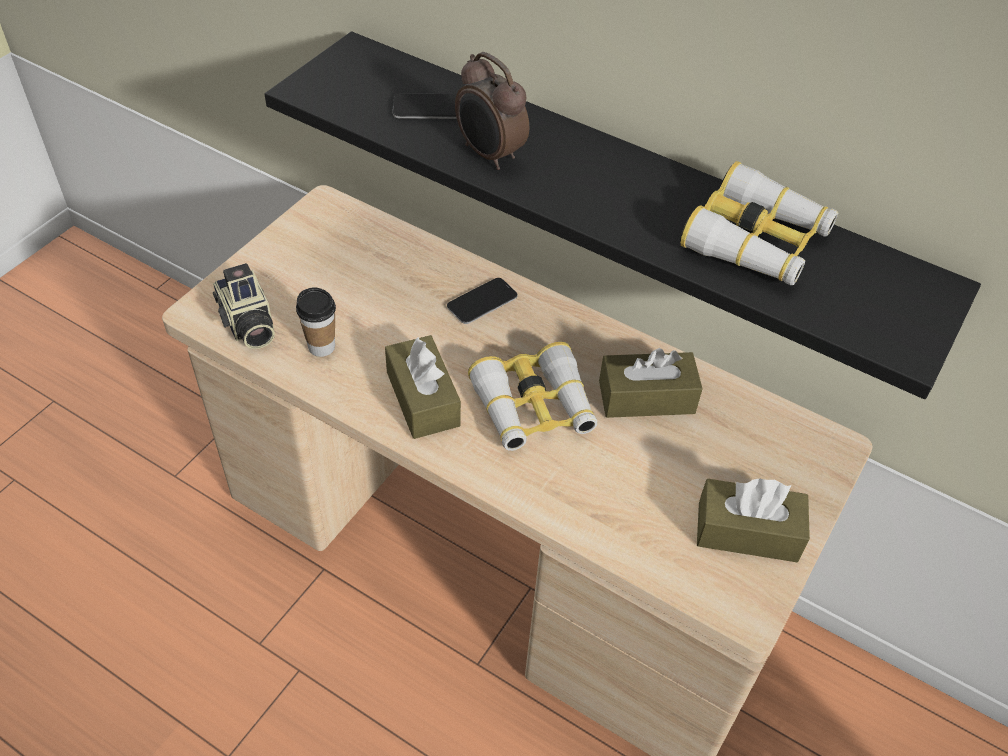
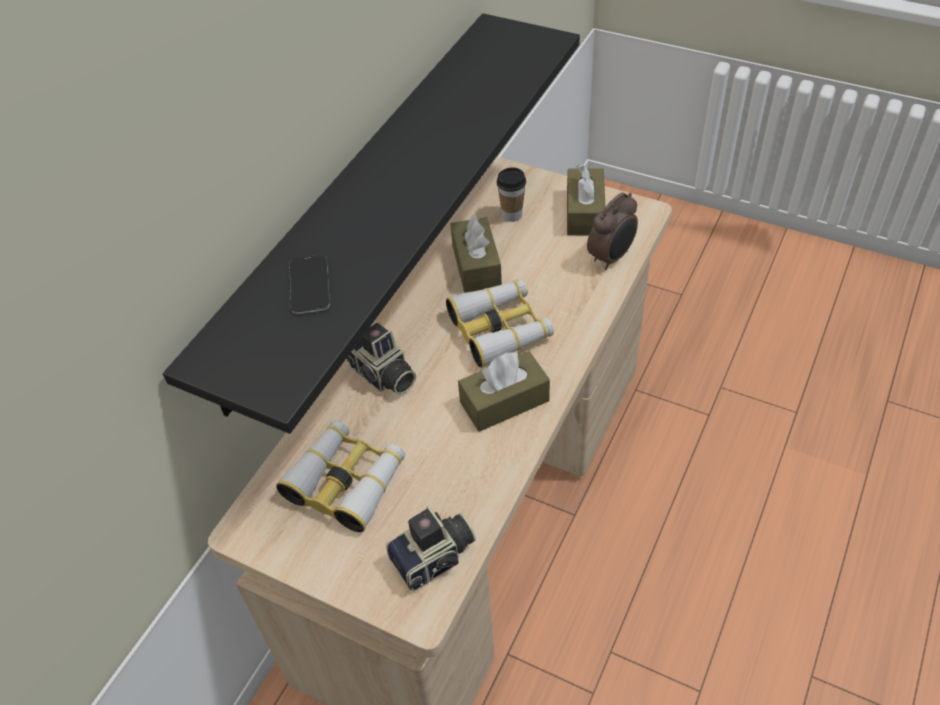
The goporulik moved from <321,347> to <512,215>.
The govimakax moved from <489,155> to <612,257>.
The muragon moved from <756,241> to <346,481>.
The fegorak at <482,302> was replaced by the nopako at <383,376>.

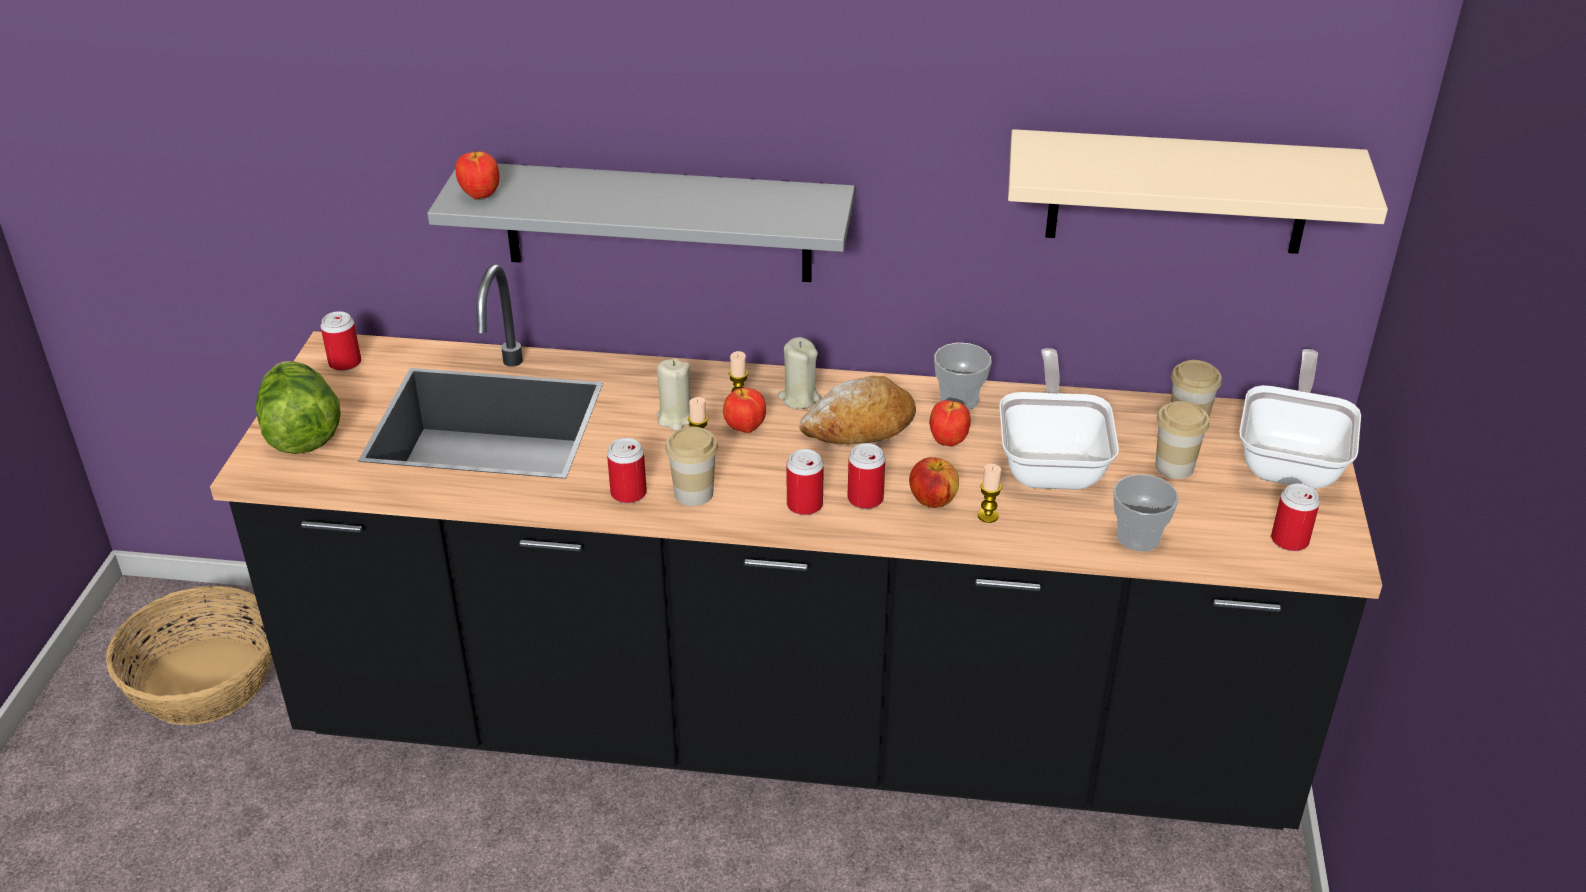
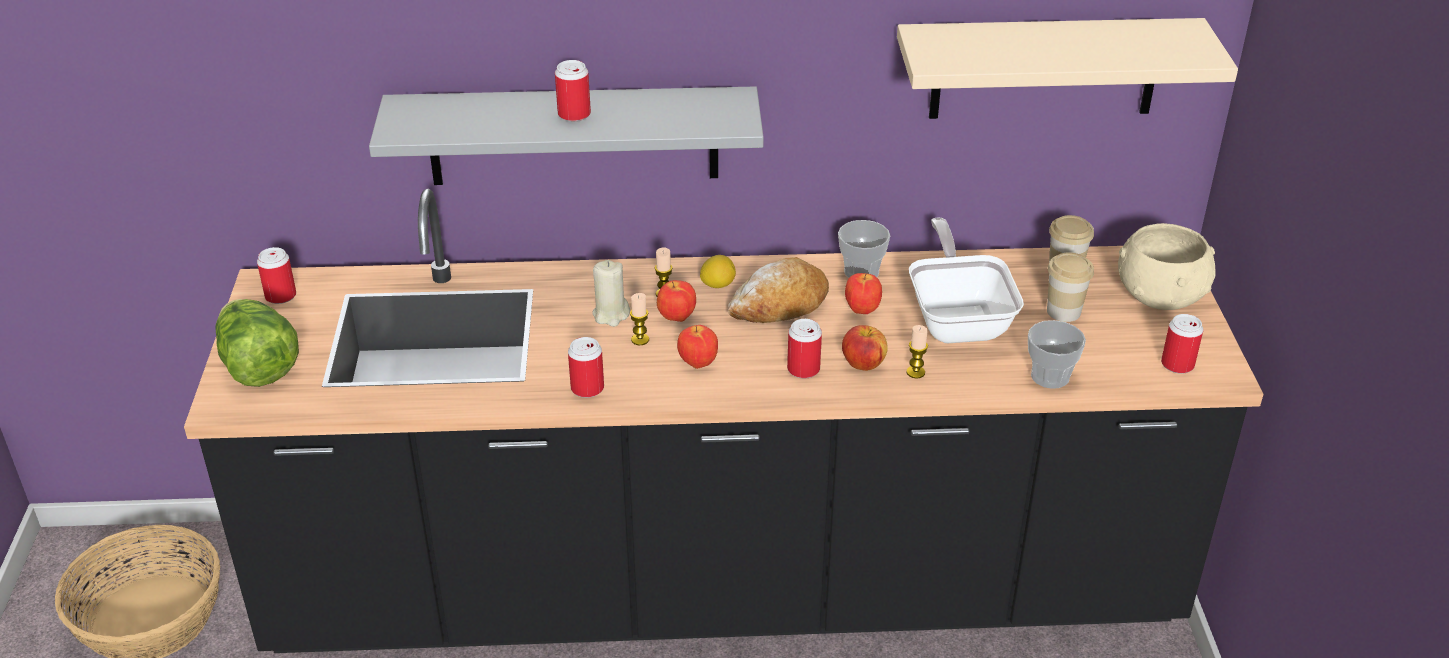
The goporulik at <694,493> disappeared.
The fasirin moved from <479,196> to <697,363>.
The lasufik moved from <804,505> to <574,114>.
The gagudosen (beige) at <799,398> was replaced by the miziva at <718,285>.
The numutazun at <1292,460> was replaced by the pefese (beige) at <1161,295>.

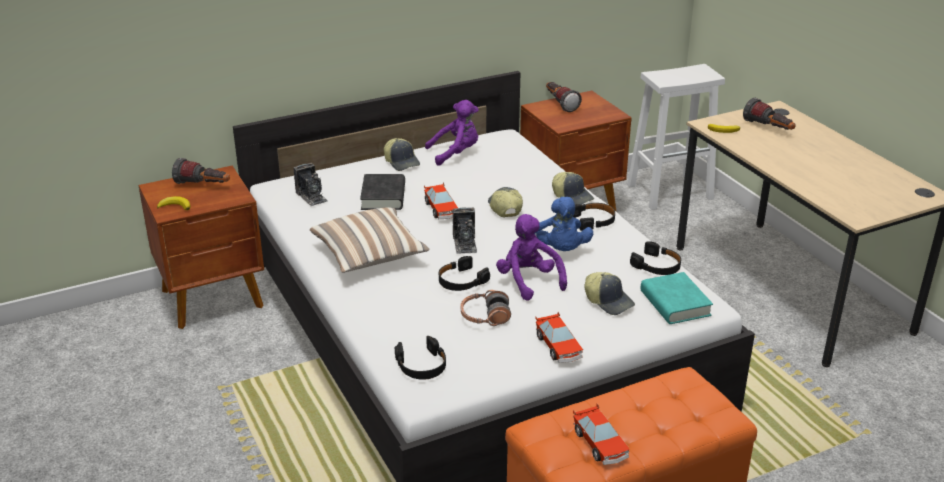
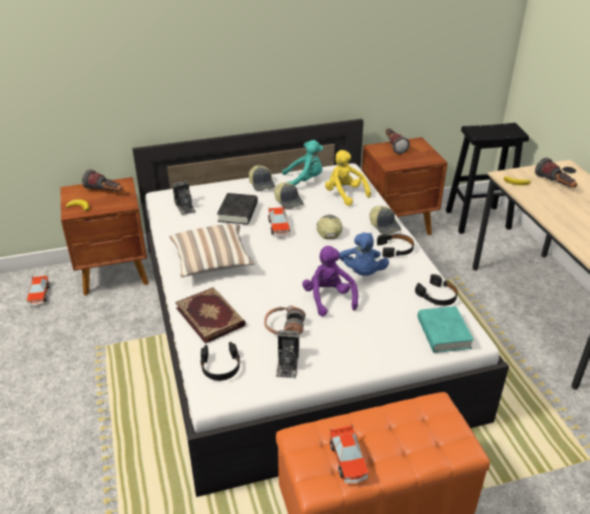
The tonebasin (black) at <461,281> disappeared.
The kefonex at <211,316> appeared.
The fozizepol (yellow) at <344,194> appeared.
The nopako moved from <465,243> to <287,364>.
The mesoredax moved from <558,347> to <39,295>.
The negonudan moved from <609,301> to <289,201>.
The fozizepol (purple) at <456,153> became the fozizepol (turquoise) at <305,180>.
The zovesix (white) at <671,191> became the zovesix (black) at <478,219>.

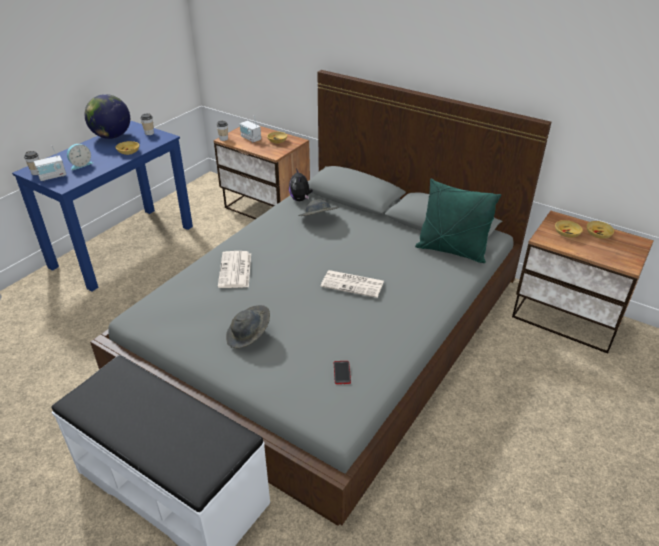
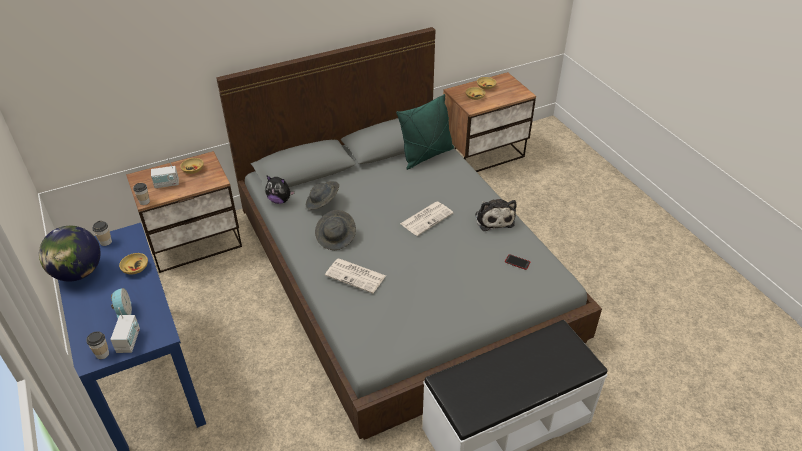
The fozizepol at <494,218> appeared.
The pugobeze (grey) moved from <249,336> to <336,237>.

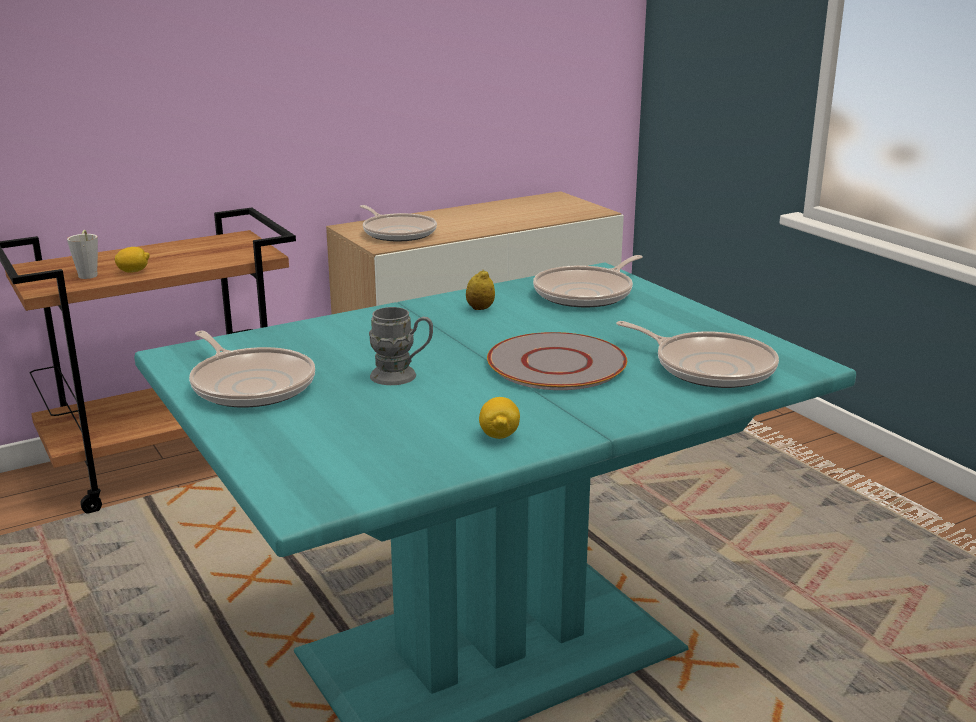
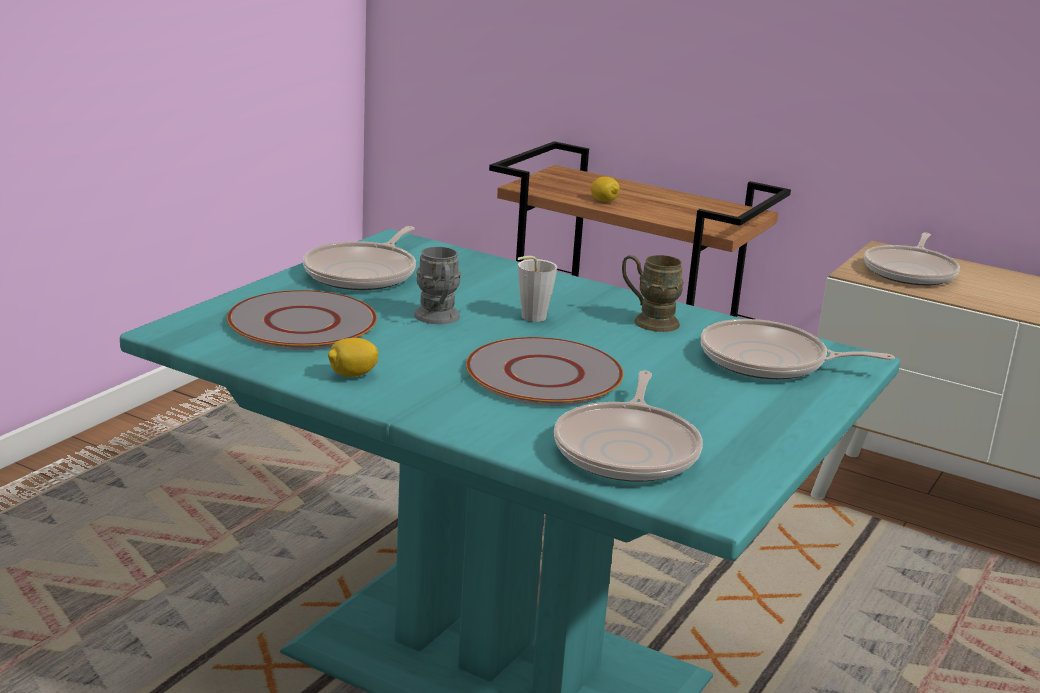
The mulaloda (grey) at <301,323> appeared.
The goporulik (grey) moved from <87,277> to <529,318>.
The miziva at <480,308> was replaced by the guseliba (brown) at <648,321>.

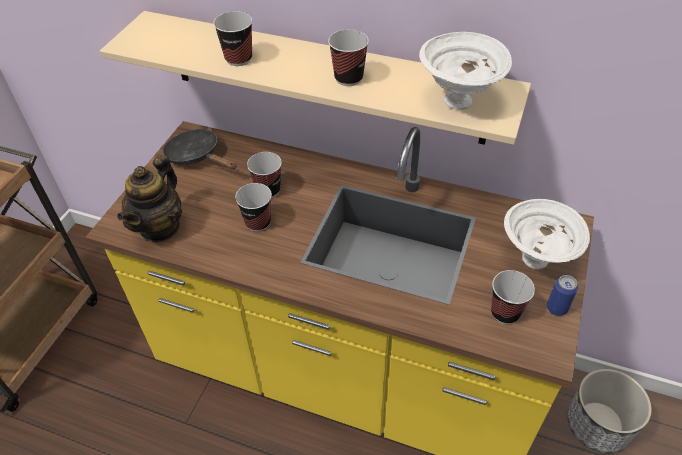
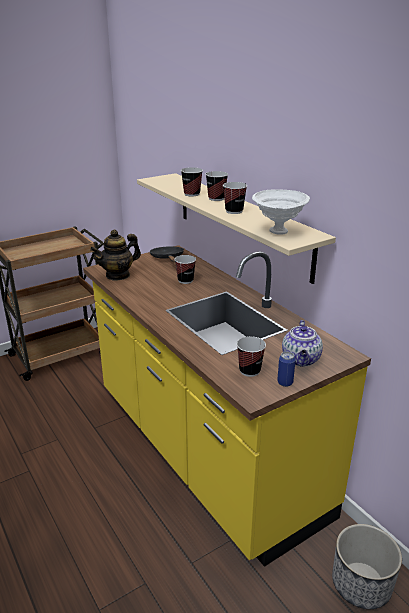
The goporulik moved from <258,222> to <216,198>.
The pefese (white) at <536,261> was replaced by the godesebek at <301,360>.

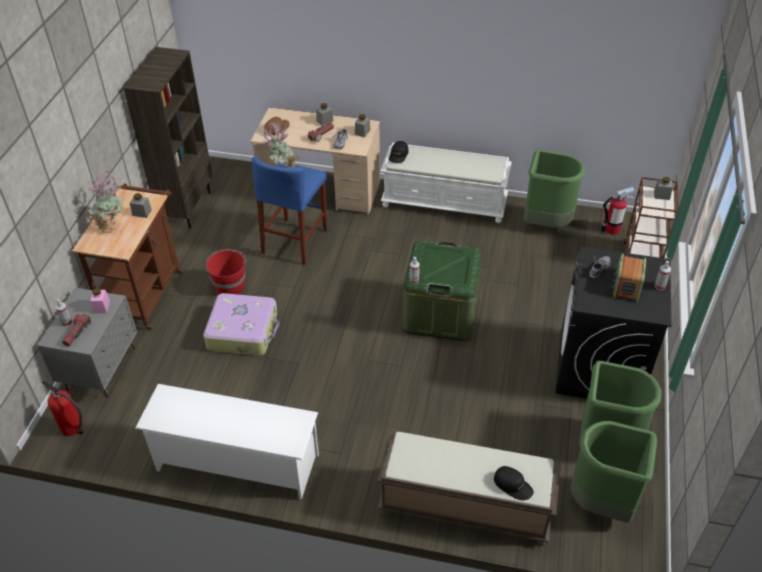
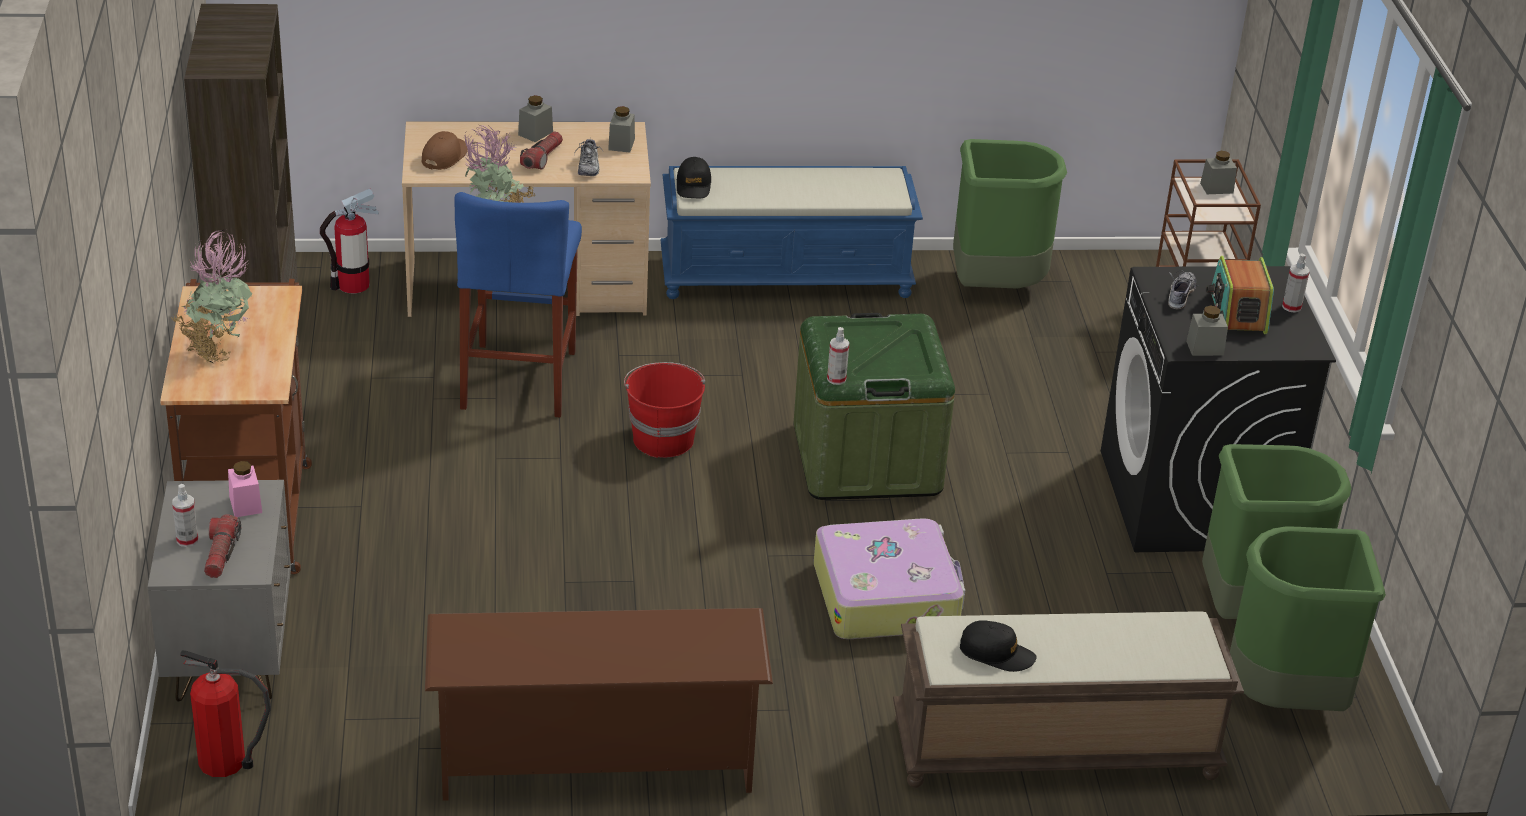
The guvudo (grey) moved from <142,212> to <1205,348>.
The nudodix moved from <243,331> to <887,596>.
The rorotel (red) moved from <230,286> to <662,438>.
The negonudan (black) moved from <513,485> to <996,653>.
The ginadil moved from <611,229> to <353,285>.
The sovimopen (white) at <236,462> became the sovimopen (brown) at <595,759>.
The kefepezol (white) at <445,202> became the kefepezol (blue) at <787,276>.

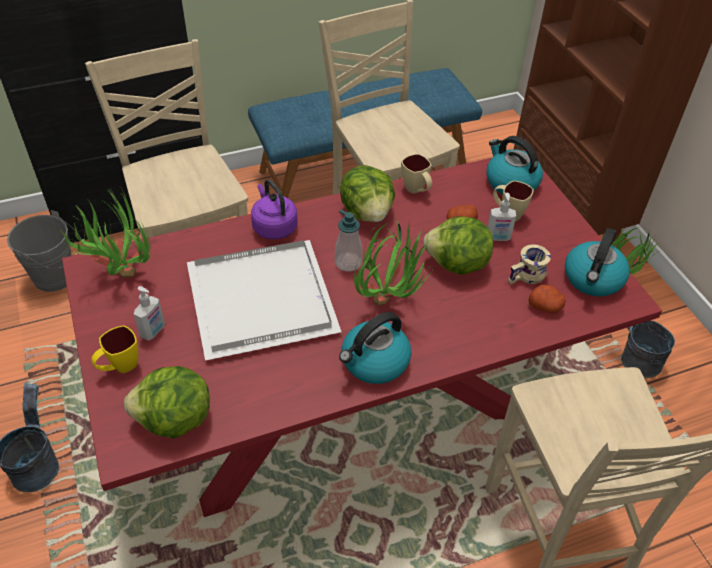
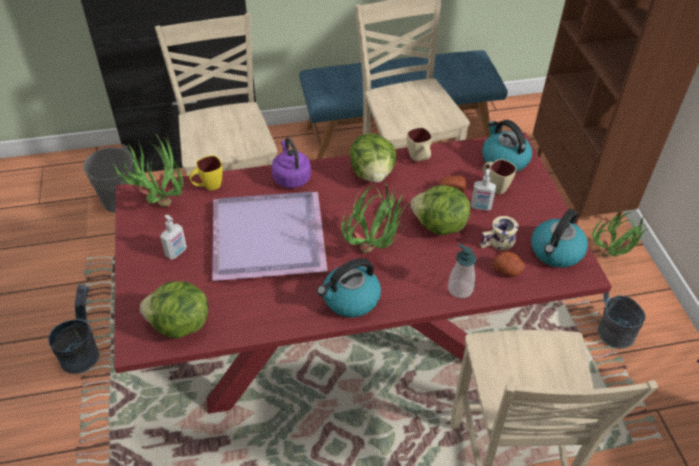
The guseliba (yellow) moved from <120,367> to <208,187>.
The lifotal moved from <348,262> to <460,289>.
The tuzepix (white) at <264,301> became the tuzepix (purple) at <270,238>.

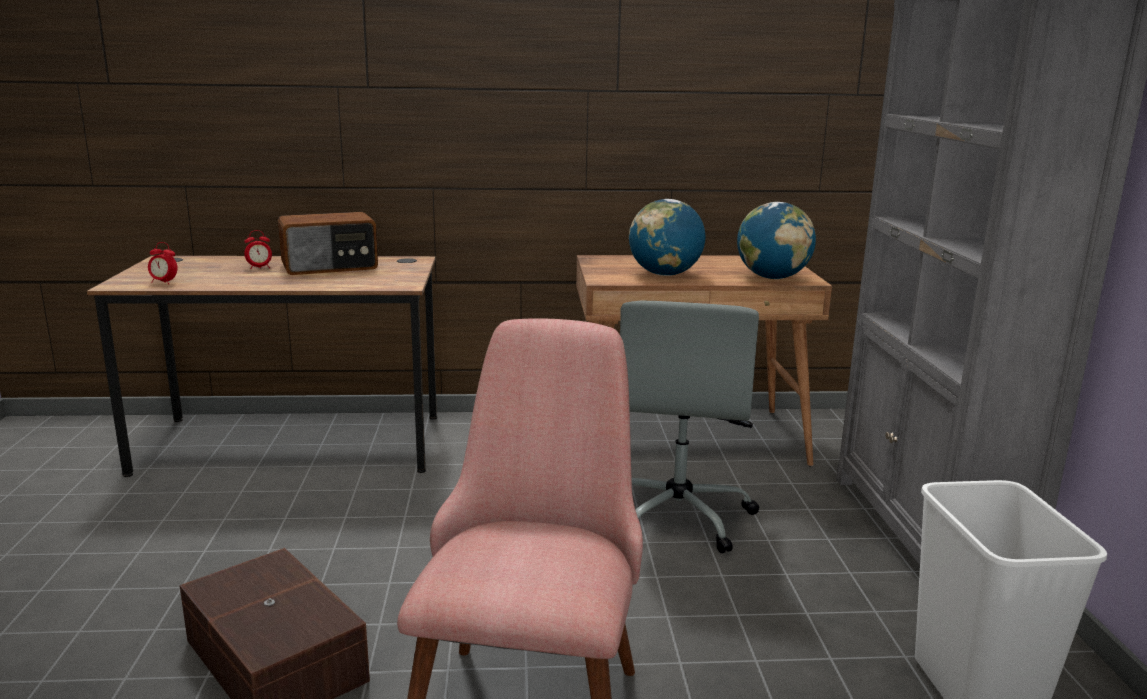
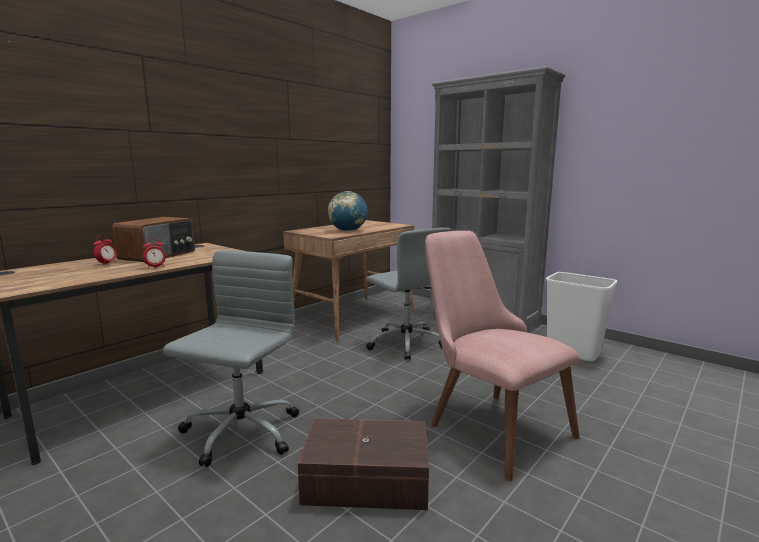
The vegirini at <772,278> disappeared.
The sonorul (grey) at <240,433> appeared.
The govimakax moved from <164,282> to <155,267>.

